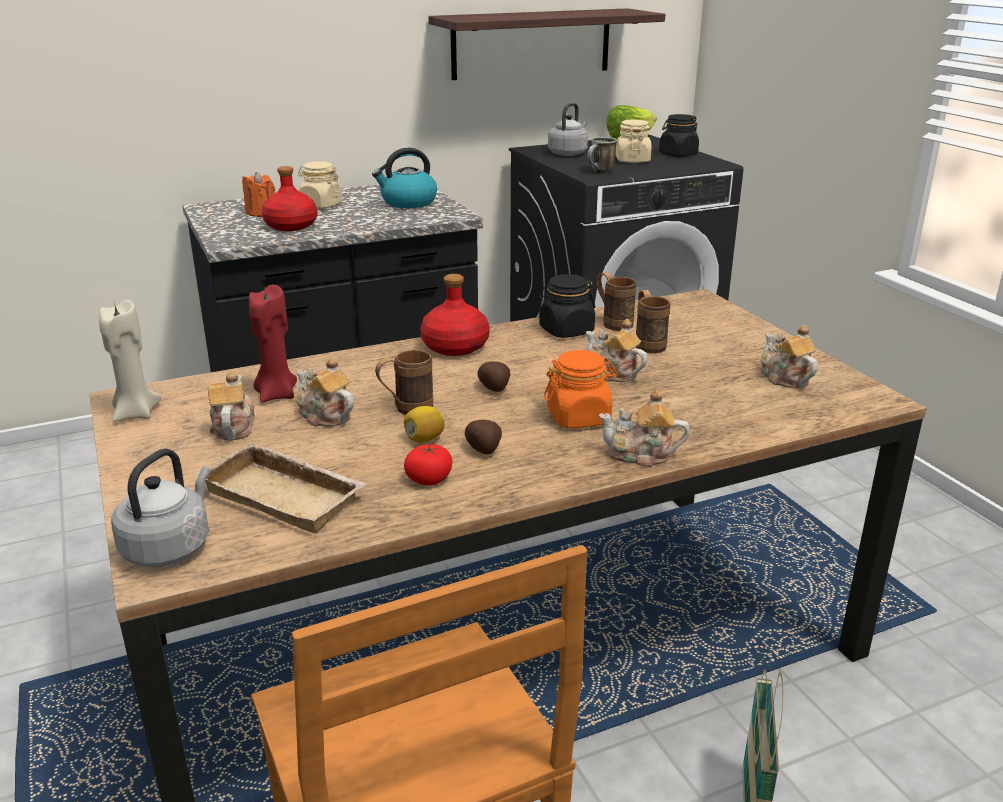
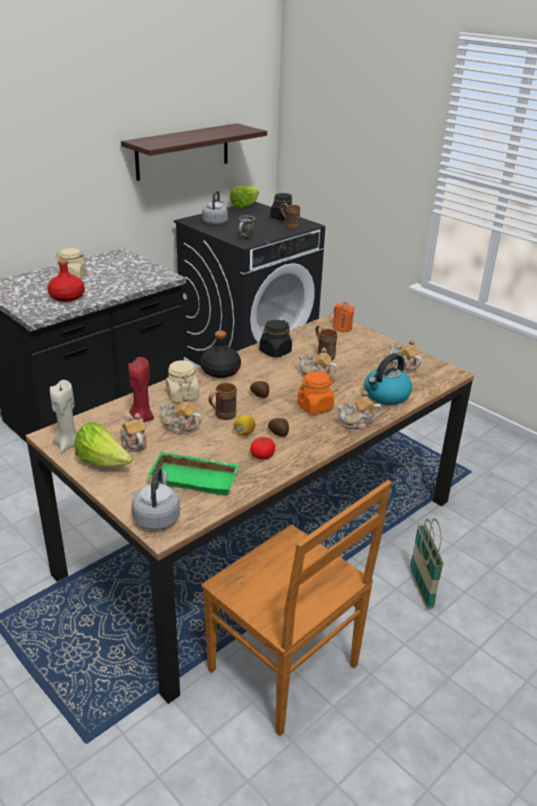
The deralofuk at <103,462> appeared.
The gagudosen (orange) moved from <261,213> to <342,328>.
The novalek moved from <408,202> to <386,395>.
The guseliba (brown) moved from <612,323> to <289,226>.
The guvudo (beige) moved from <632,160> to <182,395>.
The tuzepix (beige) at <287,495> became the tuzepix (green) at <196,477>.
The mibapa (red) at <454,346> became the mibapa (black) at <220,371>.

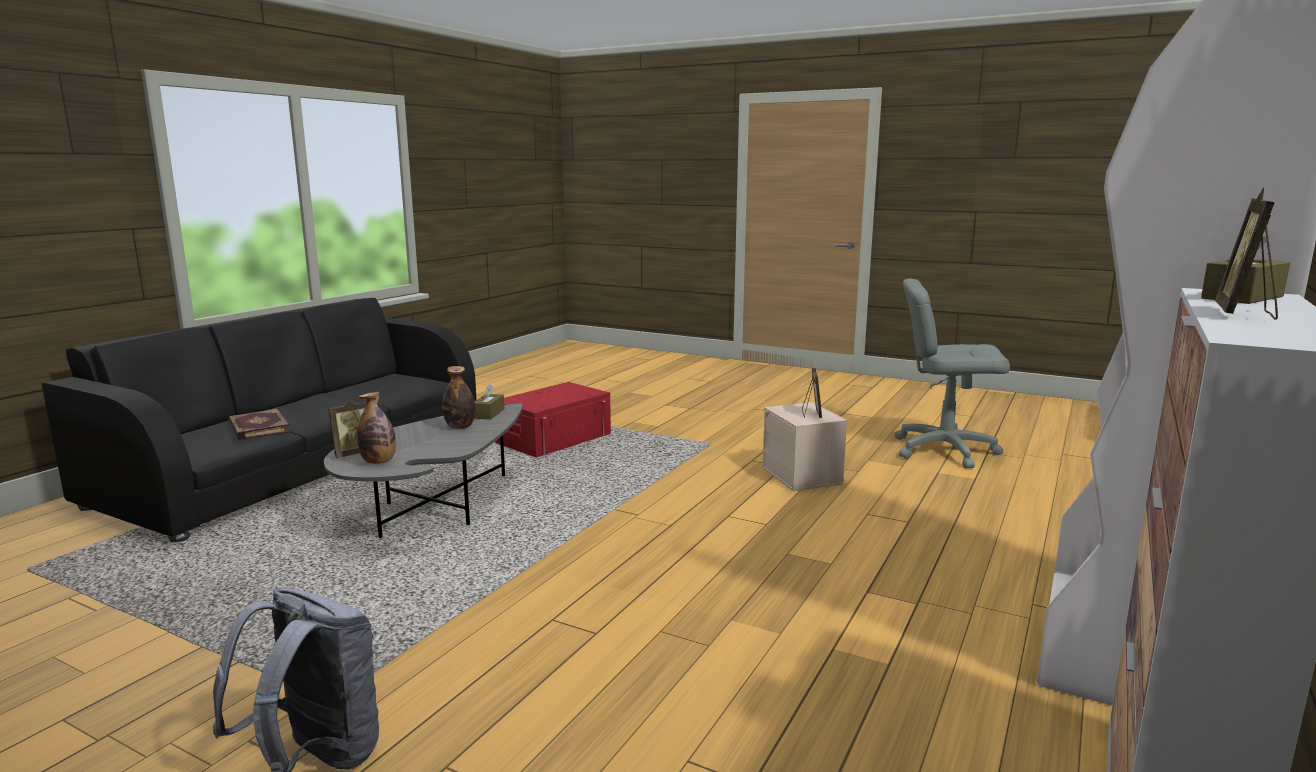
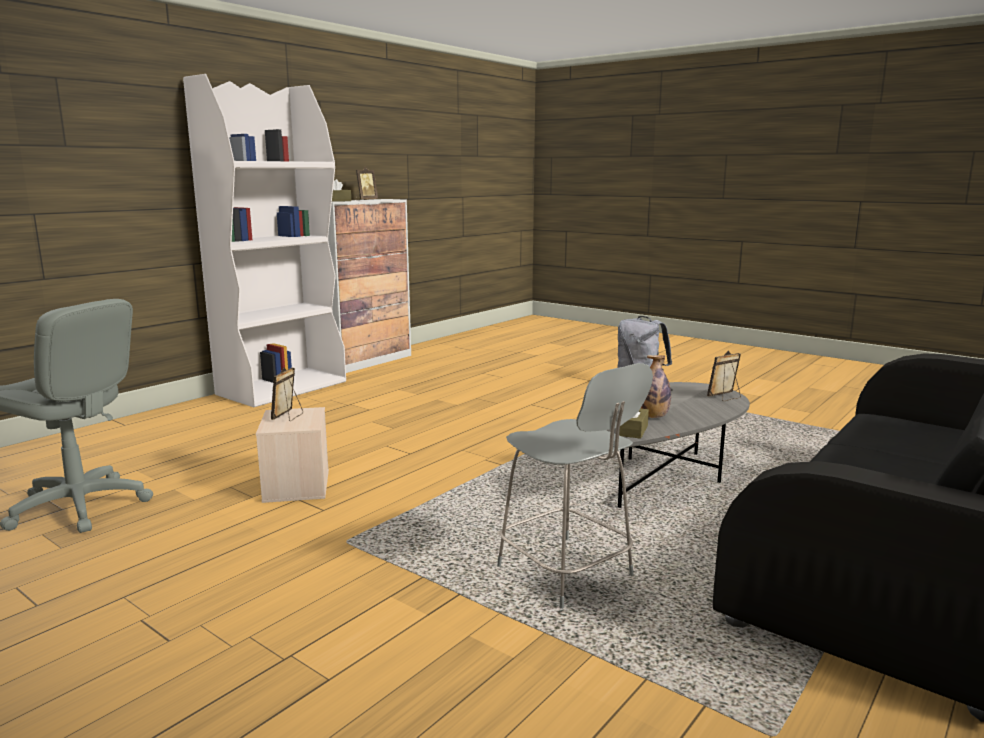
The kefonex at <257,428> disappeared.
The mibapa at <379,461> disappeared.
The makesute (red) at <554,439> was replaced by the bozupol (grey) at <567,574>.

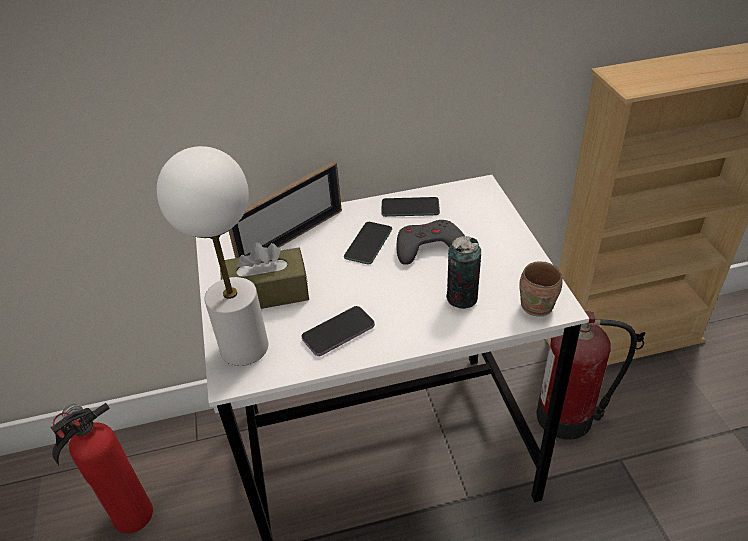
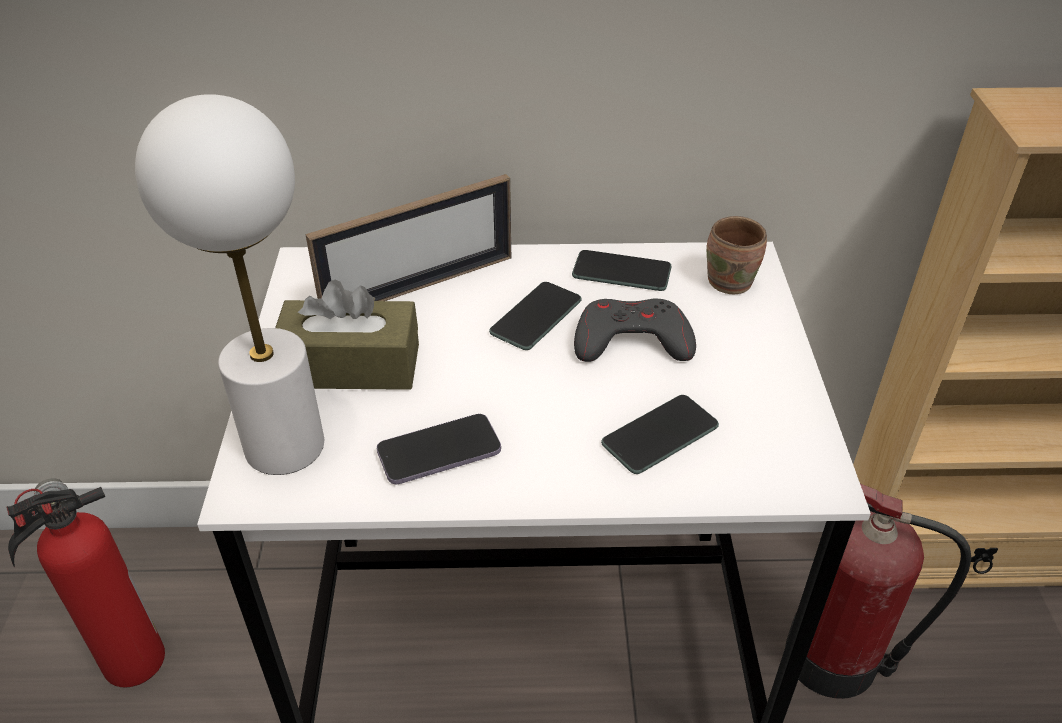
The guseliba (brown) moved from <539,305> to <733,282>.
The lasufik at <462,298> was replaced by the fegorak at <660,435>.

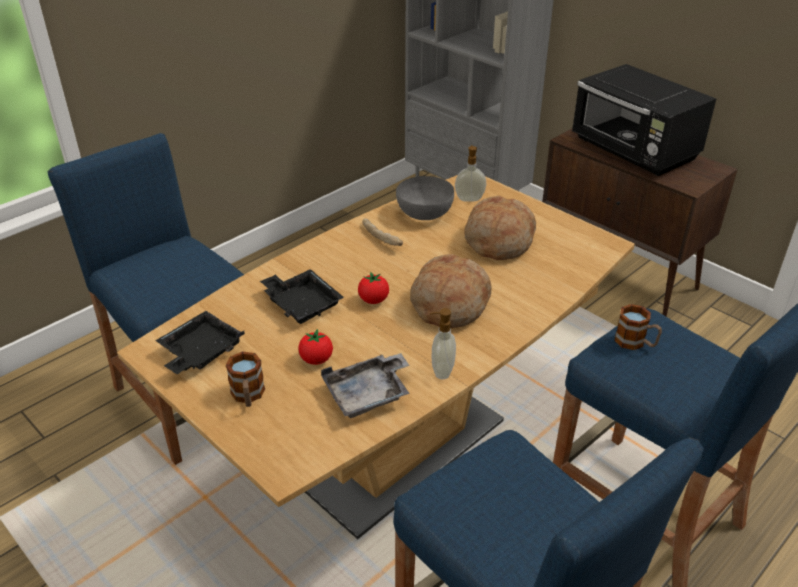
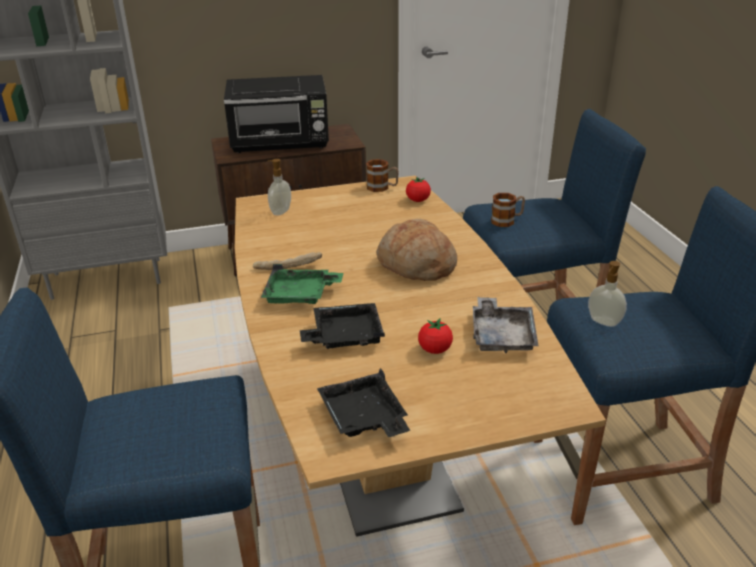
The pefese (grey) at <424,213> disappeared.
The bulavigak at <498,240> disappeared.
The tuzepix (green) at <300,295> appeared.
The guseliba moved from <248,396> to <382,187>.
The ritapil moved from <373,300> to <418,200>.
The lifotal moved from <441,370> to <603,322>.

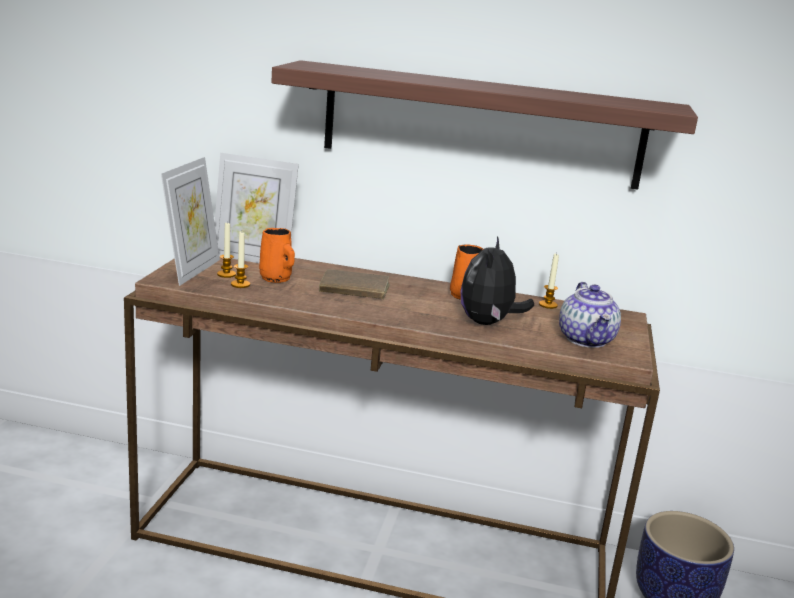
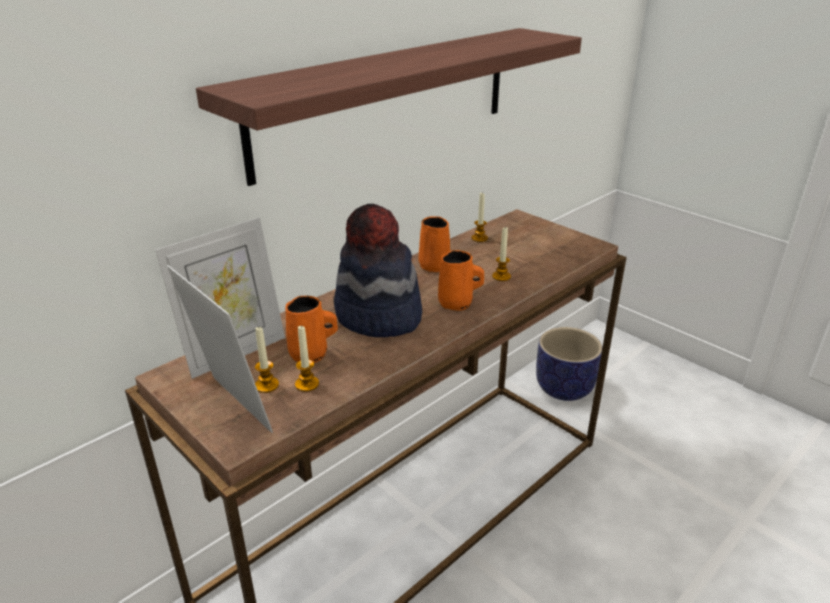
The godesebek at <587,340> disappeared.
The guseliba (orange) at <457,304> appeared.
The kefonex (brown) at <354,289> was replaced by the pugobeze at <378,316>.
The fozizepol at <488,323> was replaced by the gagudosen at <501,276>.

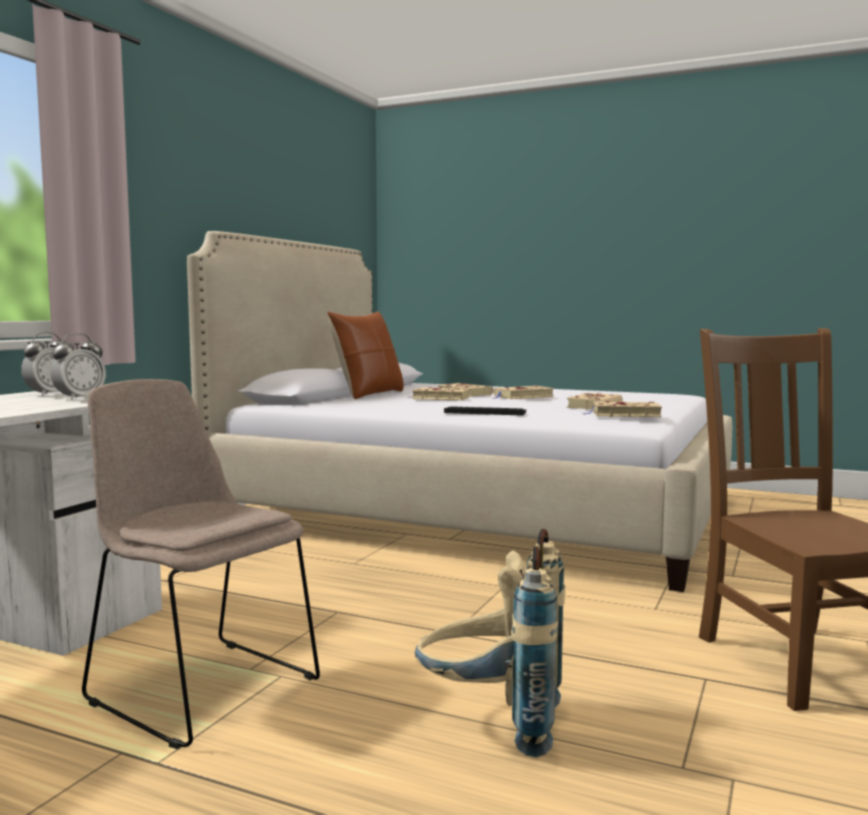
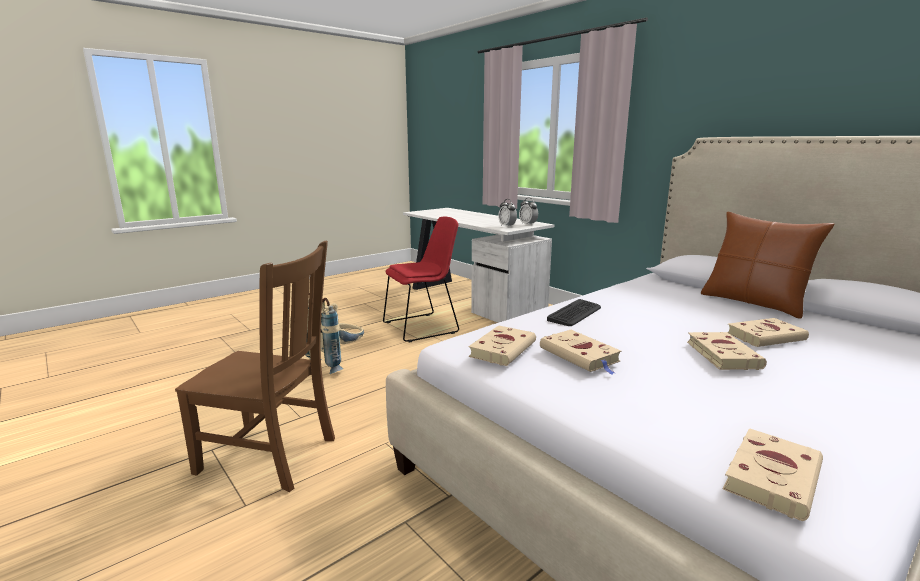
The kefonex (beige) moved from <439,398> to <772,476>.
The bozupol (beige) at <199,687> became the bozupol (red) at <423,327>.

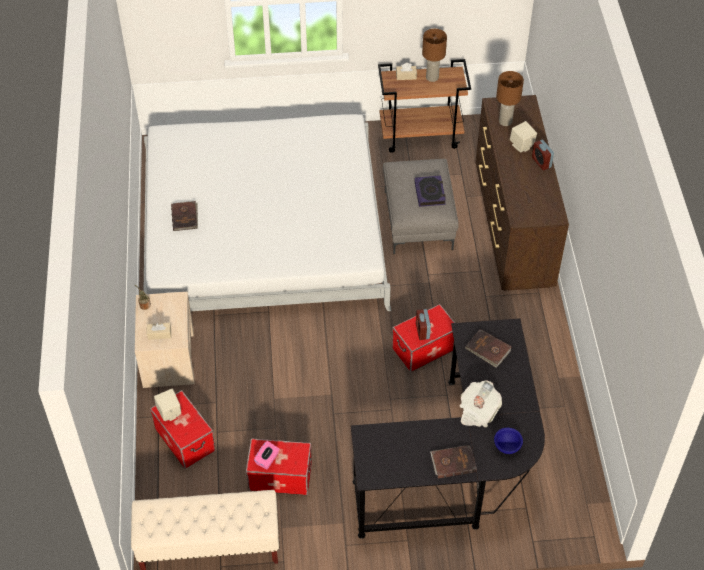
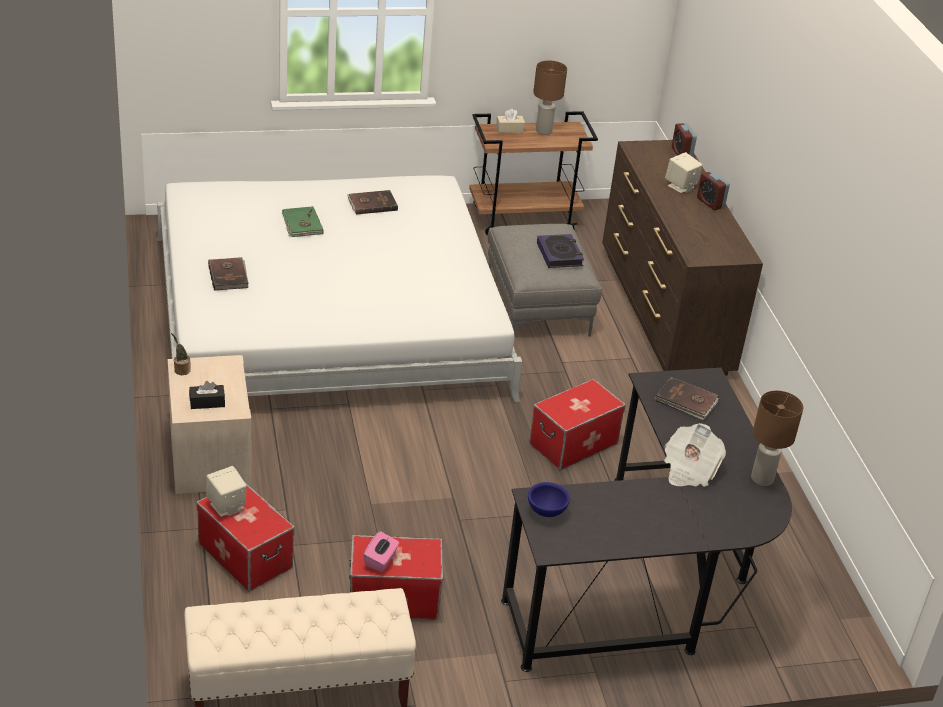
The kefonex (green) at <301,224> appeared.
The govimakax moved from <422,331> to <681,153>.
The kefonex (brown) moved from <453,462> to <372,204>.
The pefese (blue) moved from <507,447> to <547,511>.
The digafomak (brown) moved from <505,121> to <762,478>.
The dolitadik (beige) at <159,334> became the dolitadik (black) at <207,402>.

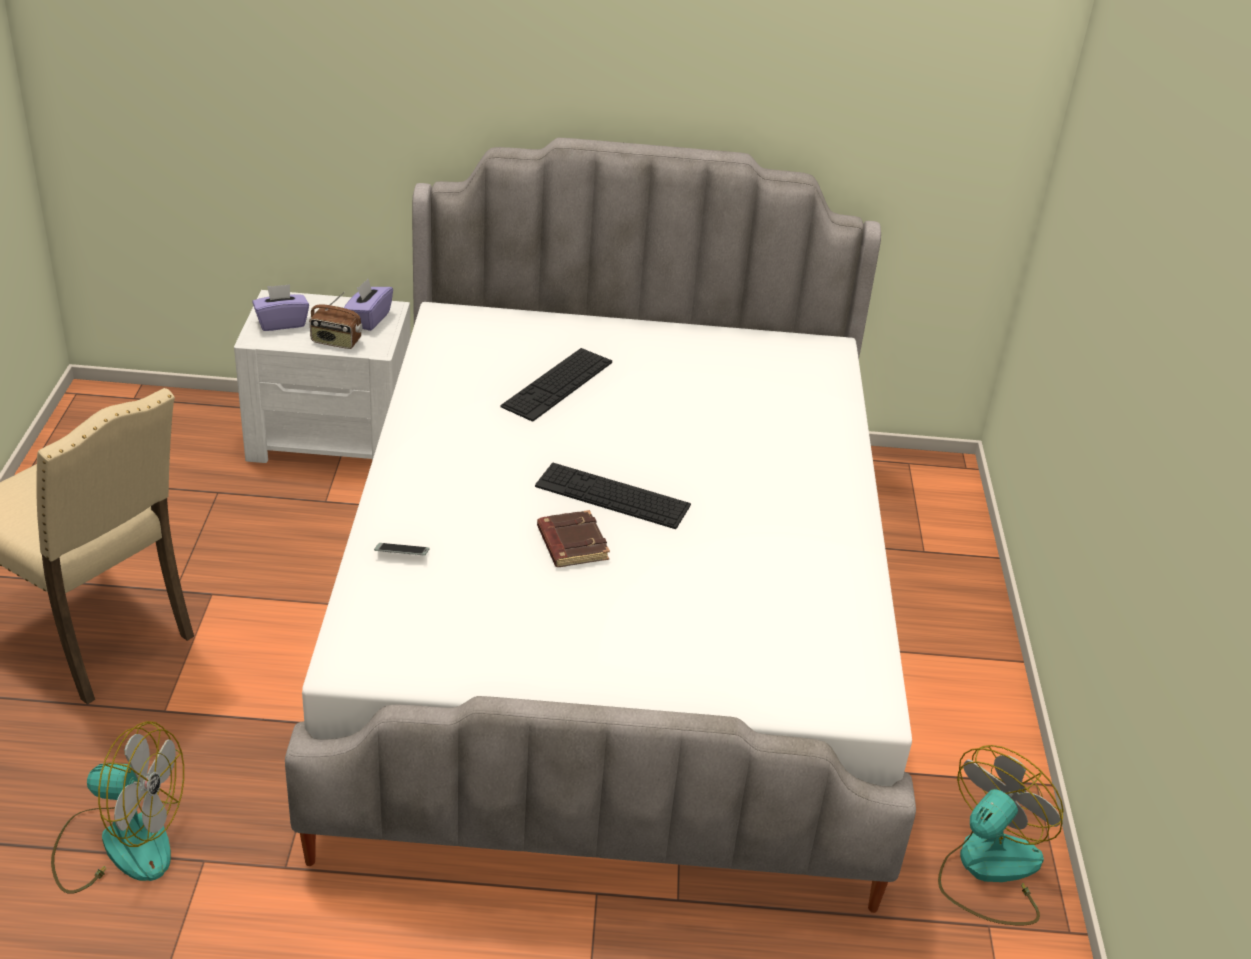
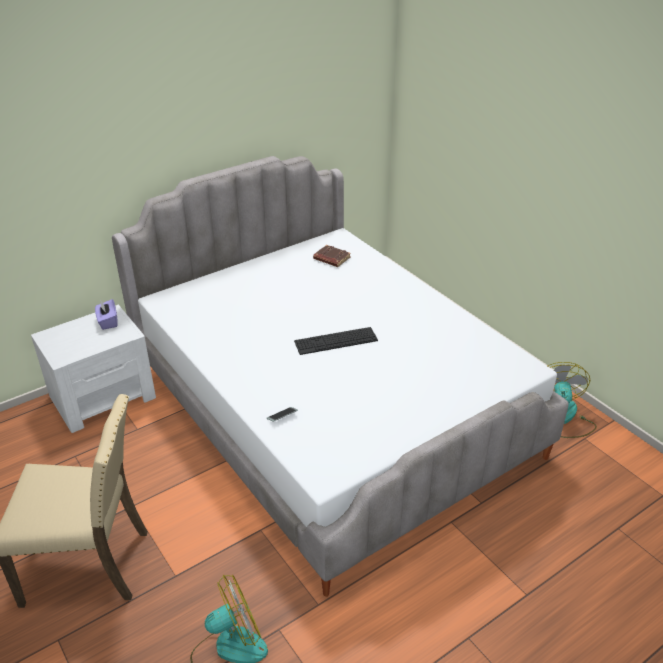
The dolitadik (purple) at <281,323> disappeared.
The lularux at <336,342> disappeared.
The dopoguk at <557,384> disappeared.
The kefonex (brown) moved from <571,544> to <331,259>.

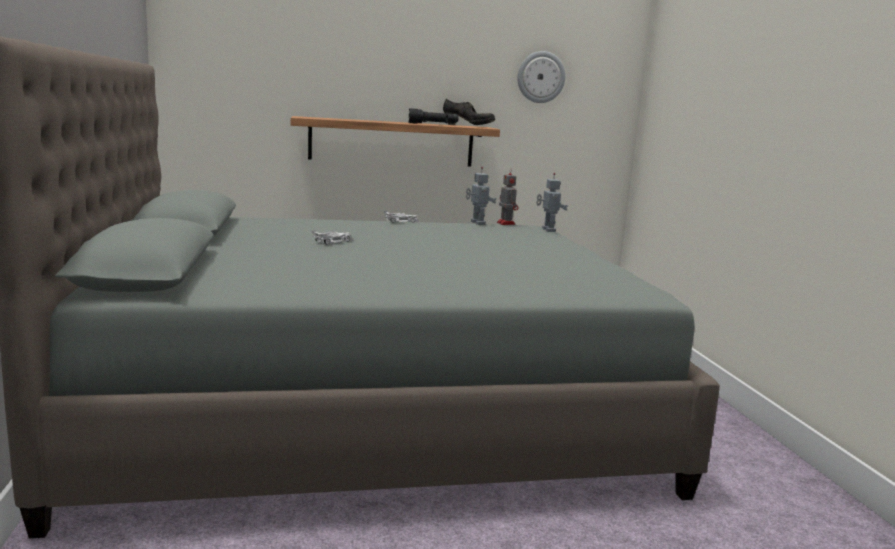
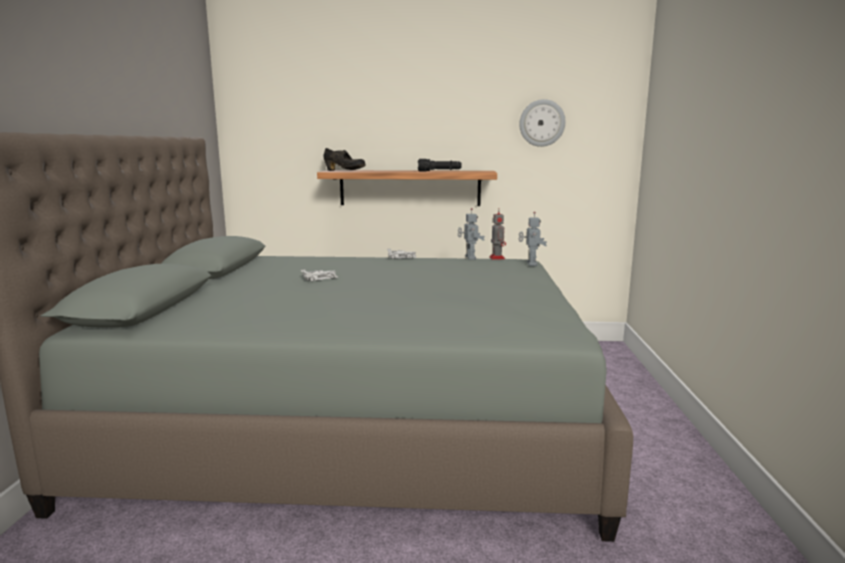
The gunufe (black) moved from <468,126> to <344,171>.

